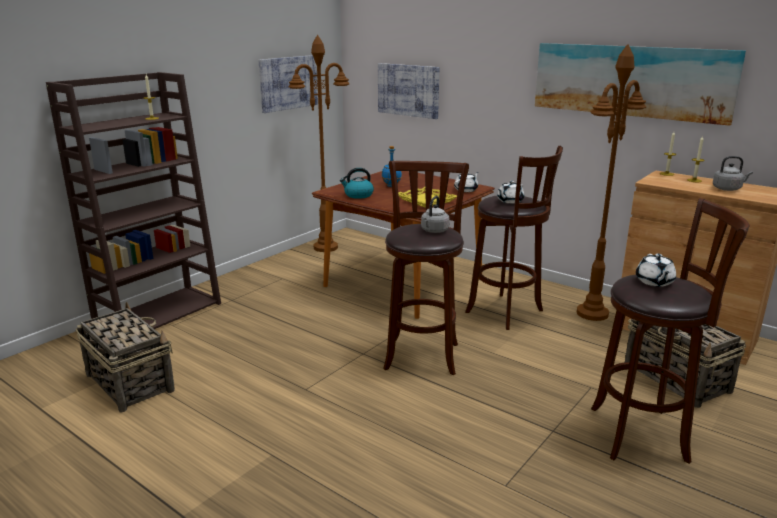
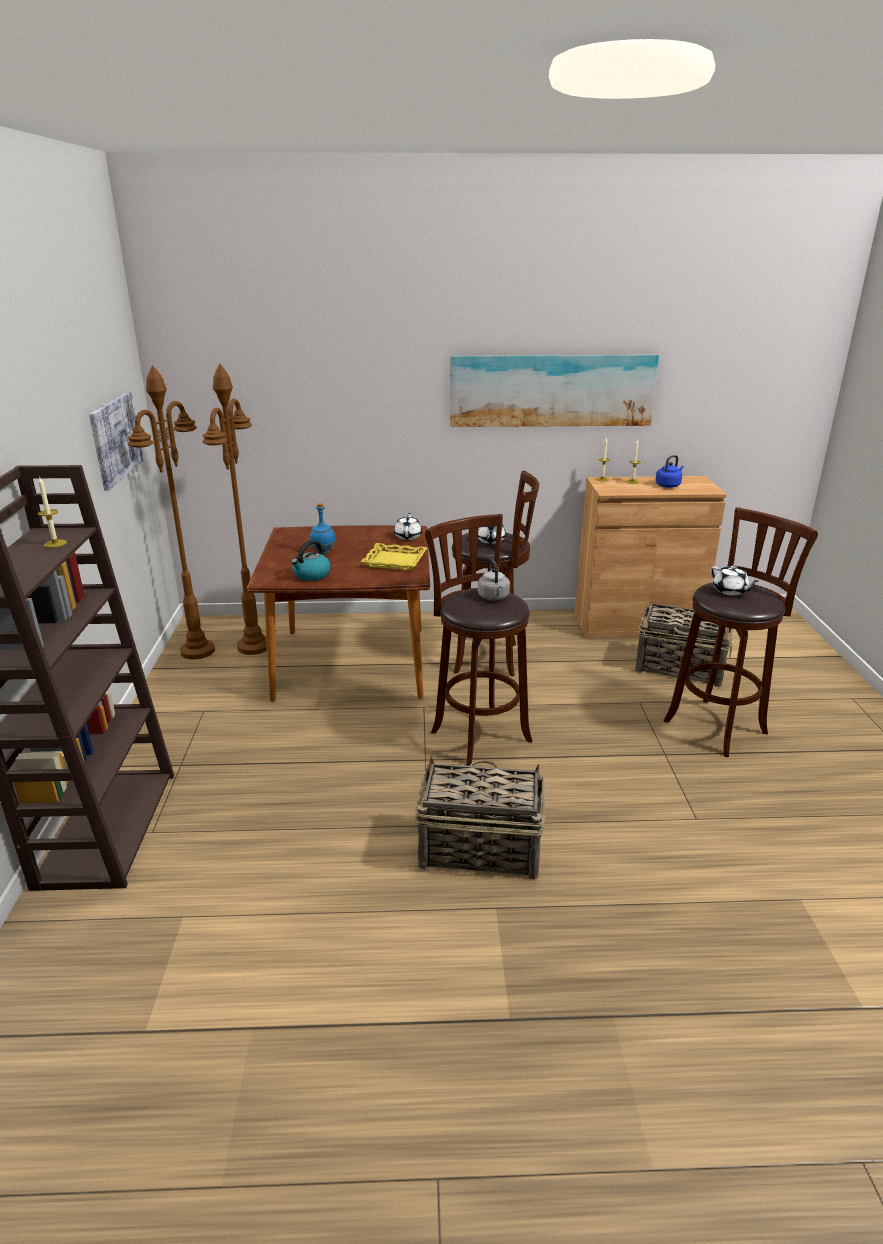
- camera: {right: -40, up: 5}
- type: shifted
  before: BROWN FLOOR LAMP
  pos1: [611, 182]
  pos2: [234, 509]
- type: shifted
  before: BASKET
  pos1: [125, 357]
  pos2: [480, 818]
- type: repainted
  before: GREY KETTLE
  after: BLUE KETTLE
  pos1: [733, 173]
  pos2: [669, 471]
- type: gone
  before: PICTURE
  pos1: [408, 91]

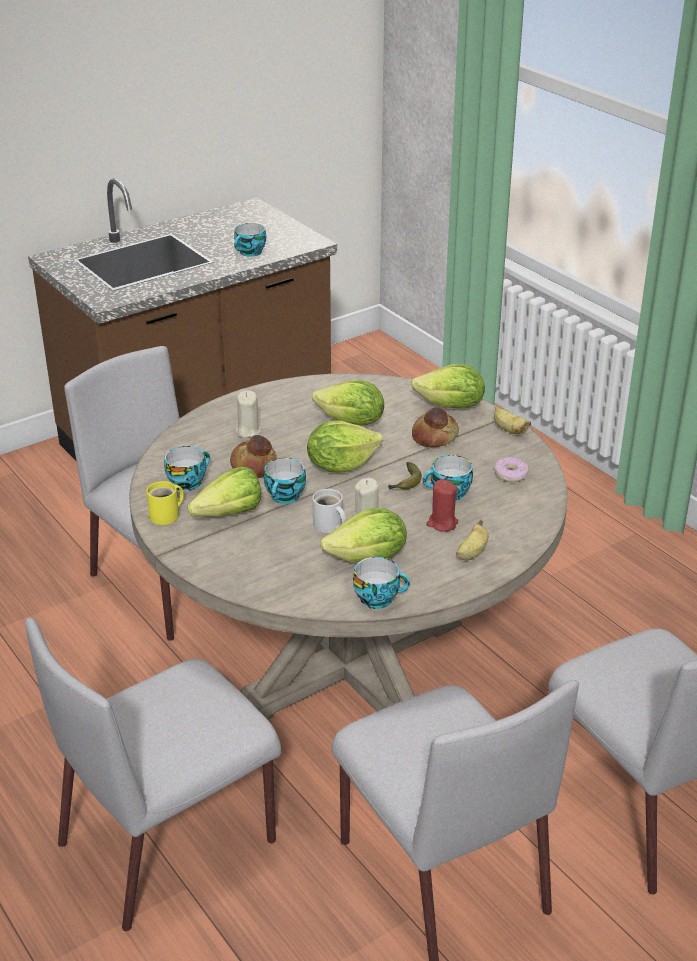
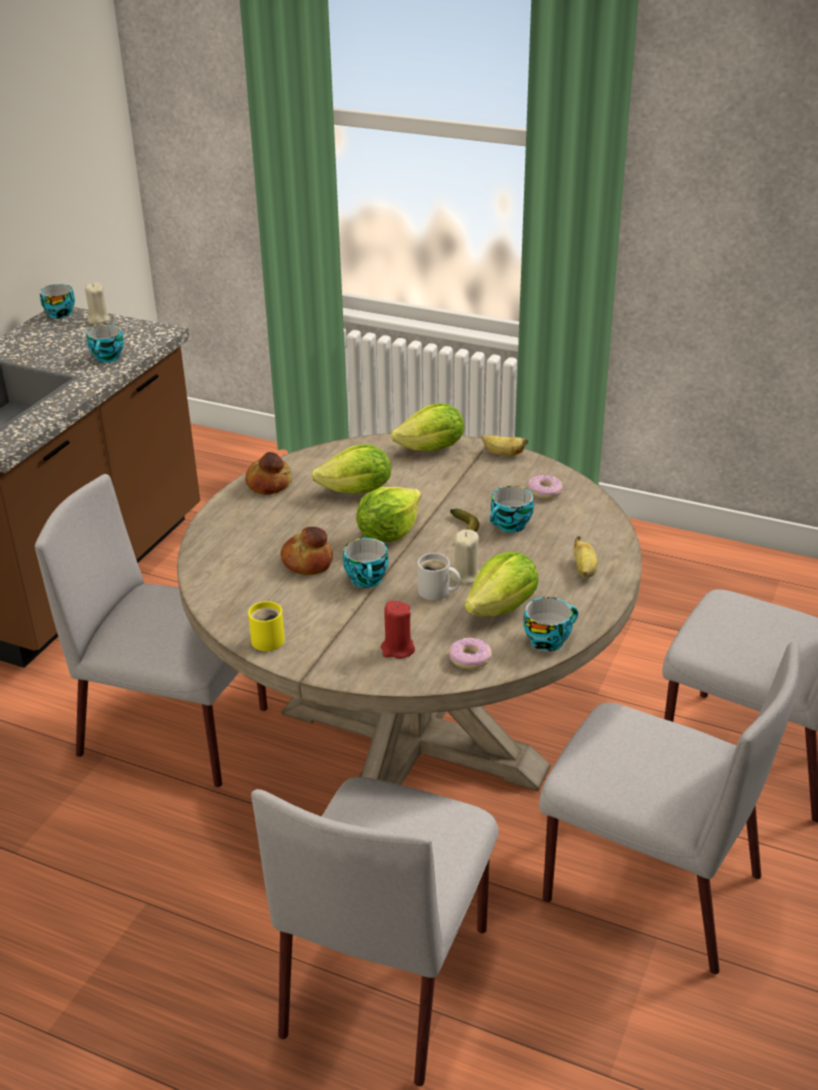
- camera: {right: -30, up: 0}
- type: shifted
  before: CUP
  pos1: [187, 468]
  pos2: [57, 301]
- type: shifted
  before: BEIGE CANDLE
  pos1: [248, 414]
  pos2: [97, 303]
- type: shifted
  before: BREAD
  pos1: [435, 427]
  pos2: [268, 473]
- type: shifted
  before: RED CANDLE
  pos1: [442, 505]
  pos2: [398, 630]
- type: new
  after: DONUT
  pos2: [470, 653]
- type: gone
  before: LETTUCE
  pos1: [224, 491]

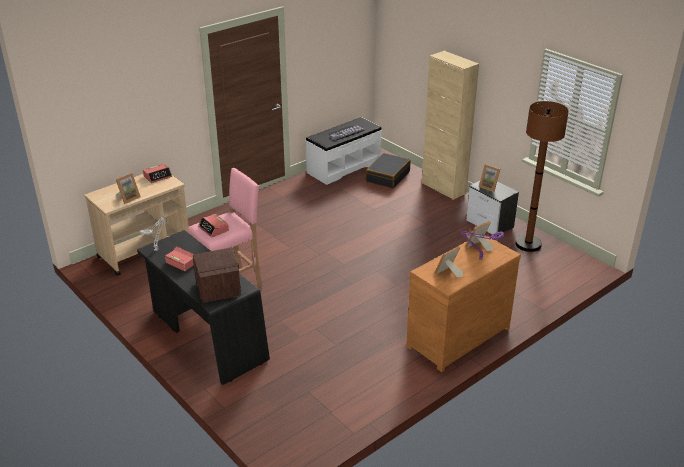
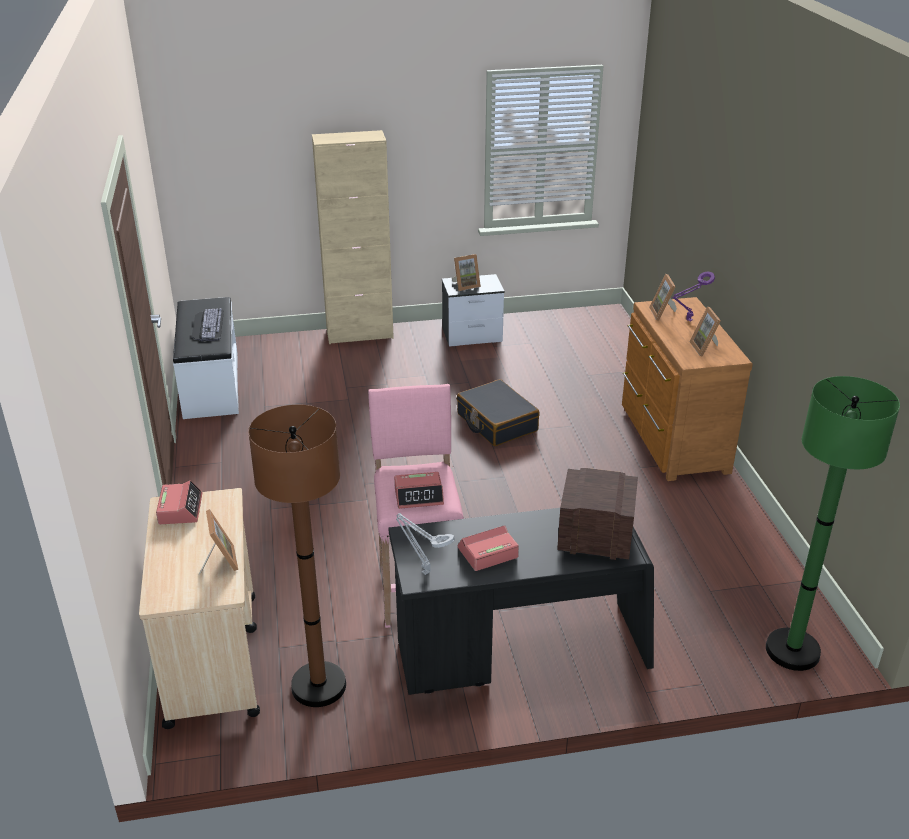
- camera: {right: -60, up: 0}
- type: shifted
  before: BROWN FLOOR LAMP
  pos1: [542, 176]
  pos2: [297, 555]
- type: shifted
  before: BLACK SUITCASE
  pos1: [388, 171]
  pos2: [498, 412]
- type: new
  after: GREEN FLOOR LAMP
  pos2: [833, 523]

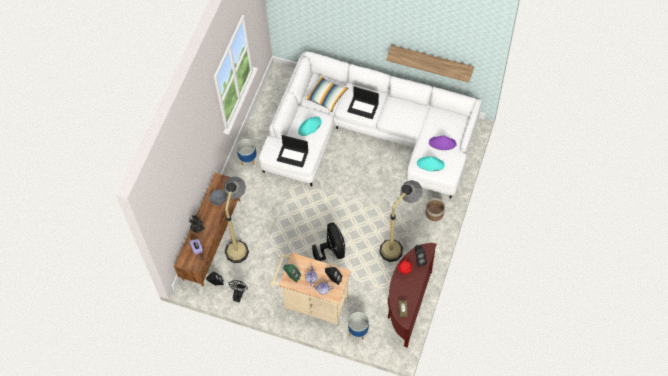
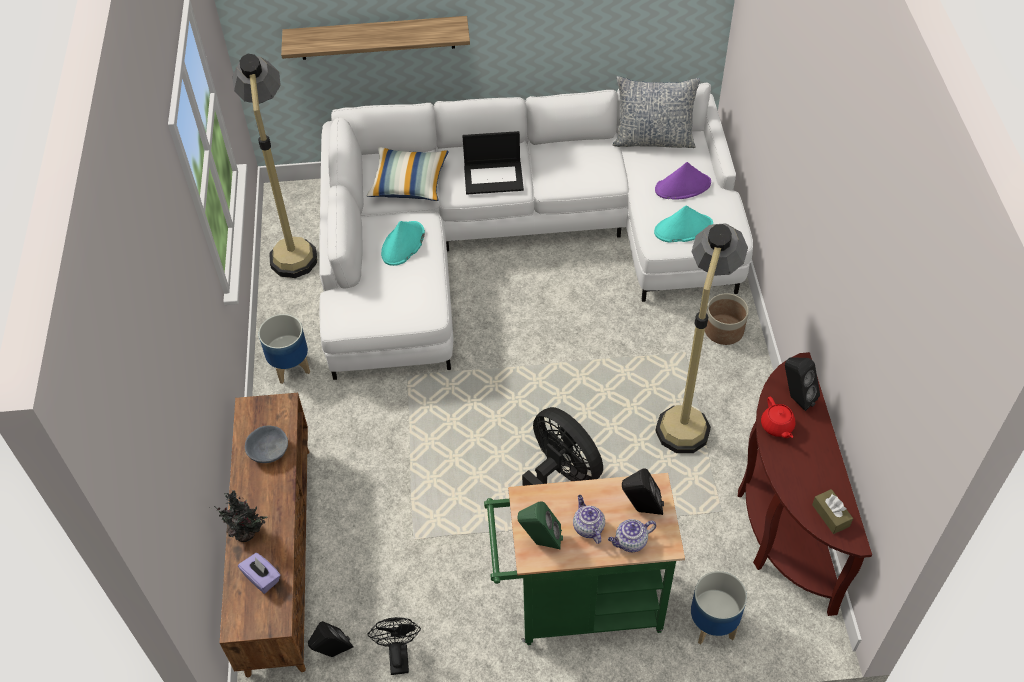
- camera: {right: -25, up: -10}
- type: shifted
  before: FLOOR LAMP
  pos1: [236, 219]
  pos2: [274, 166]
- type: shifted
  before: SHELF
  pos1: [430, 64]
  pos2: [375, 38]
- type: repainted
  before: BEIGE CART
  after: GREEN CART
  pos1: [310, 289]
  pos2: [584, 559]
- type: new
  after: PILLOW
  pos2: [656, 112]
- type: gone
  before: LAPTOP
  pos1: [292, 151]

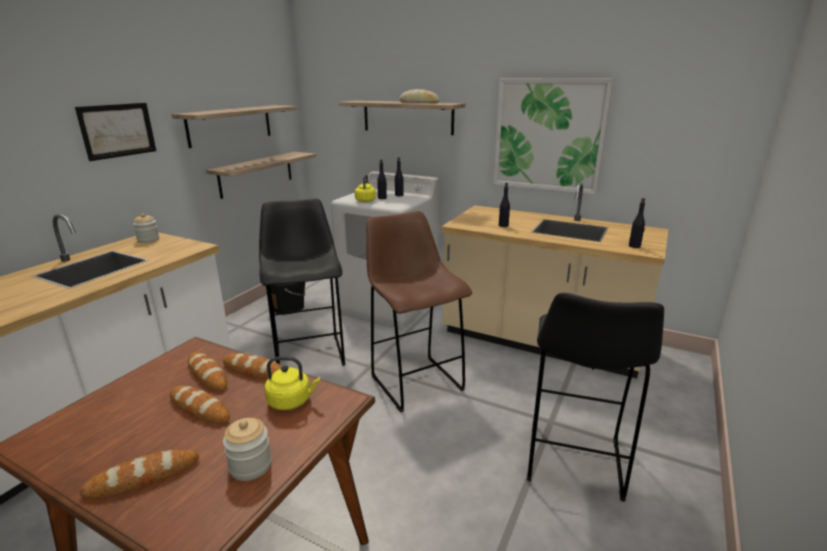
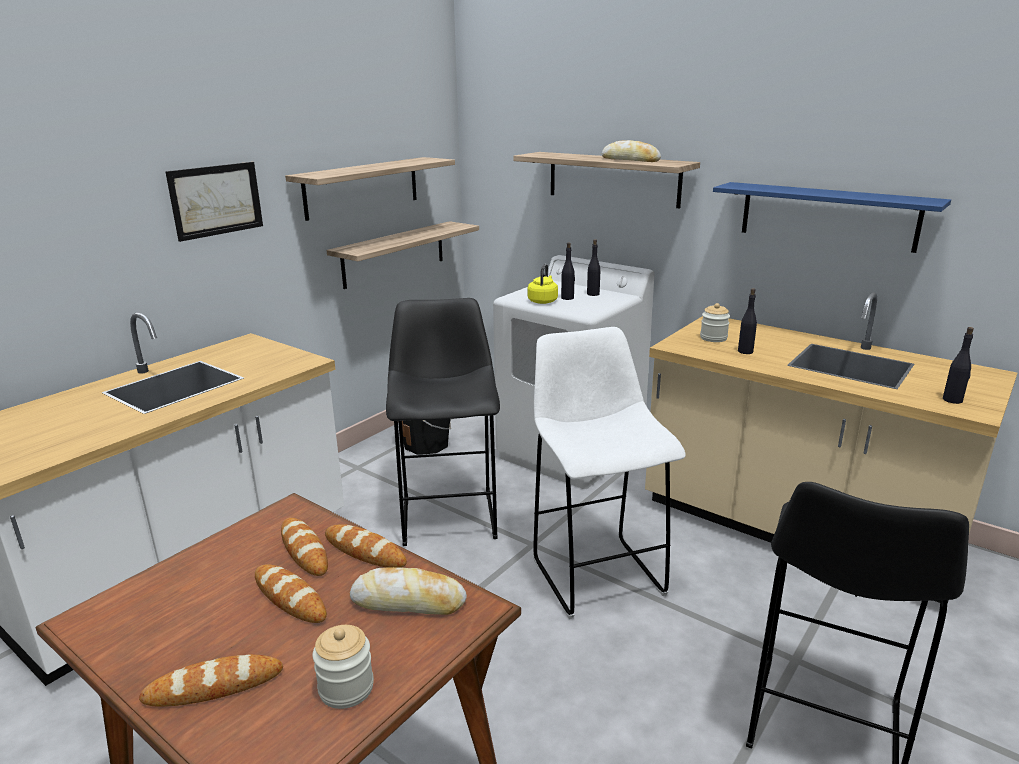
- camera: {right: 10, up: 0}
- type: swapped
  before: YELLOW KETTLE
  after: BREAD
  pos1: [292, 383]
  pos2: [408, 591]
- type: repainted
  before: BROWN STOOL
  after: WHITE STOOL
  pos1: [419, 312]
  pos2: [609, 473]
- type: shifted
  before: JAR
  pos1: [146, 228]
  pos2: [715, 322]
- type: swapped
  before: PICTURE
  after: BLUE SHELF
  pos1: [553, 137]
  pos2: [832, 217]

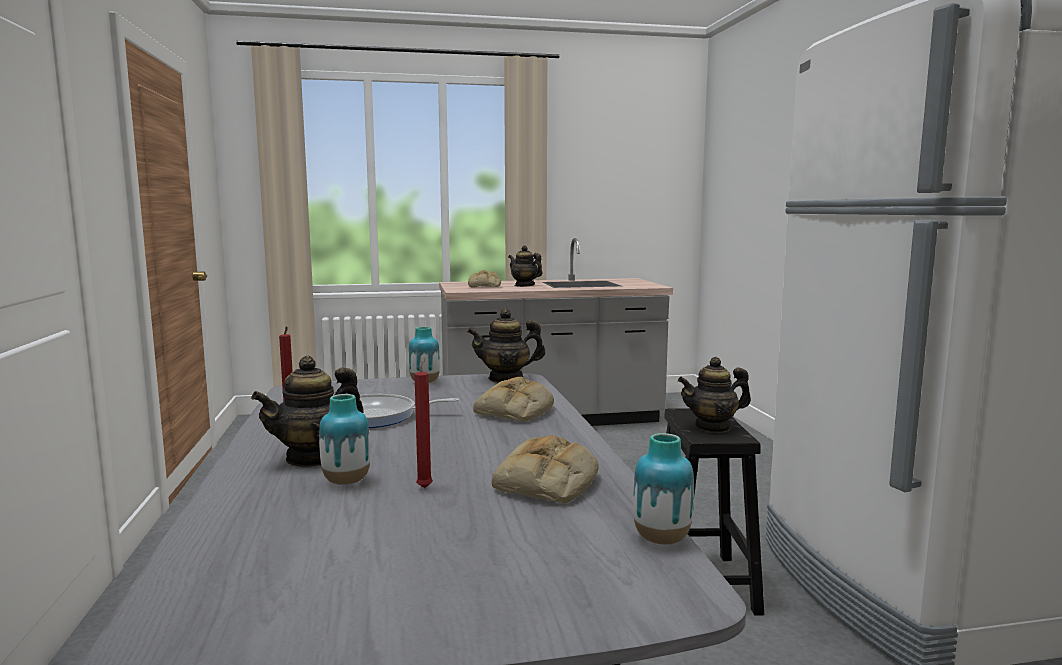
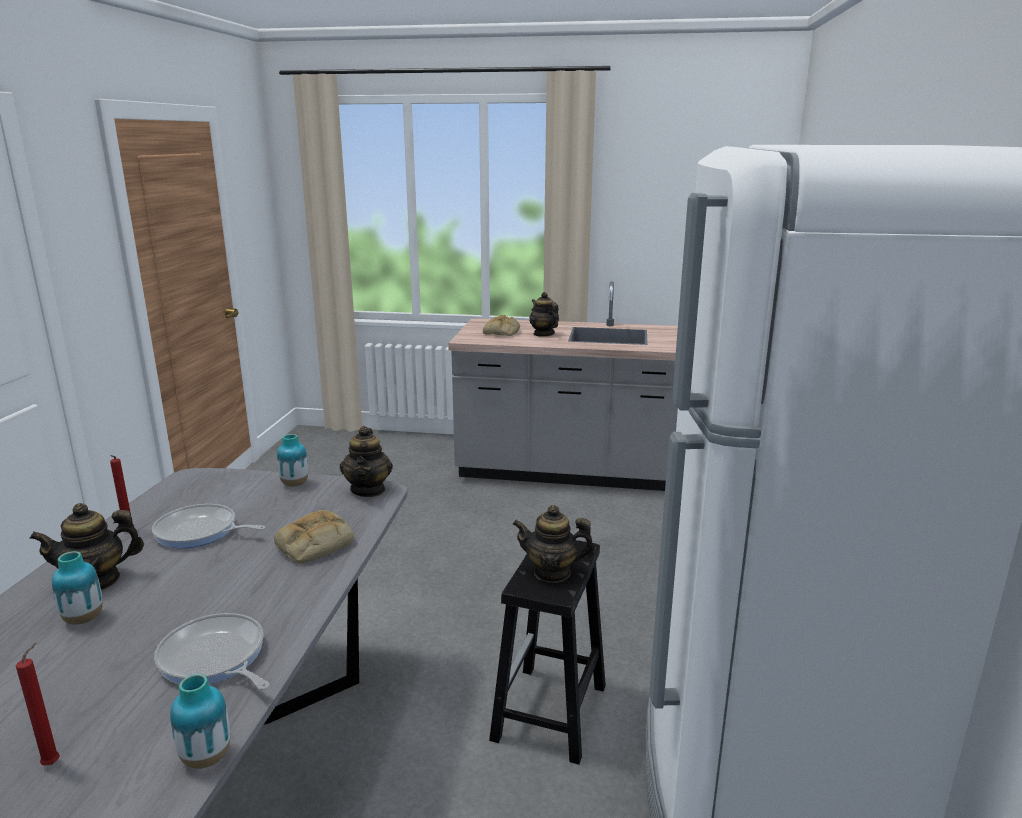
- camera: {right: 20, up: 10}
- type: shifted
  before: RED CANDLE
  pos1: [423, 422]
  pos2: [38, 704]
- type: swapped
  before: BREAD
  after: FRYING PAN
  pos1: [545, 469]
  pos2: [211, 651]
- type: rotated
  before: TEAPOT
  pos1: [506, 345]
  pos2: [366, 461]
  turn: -105

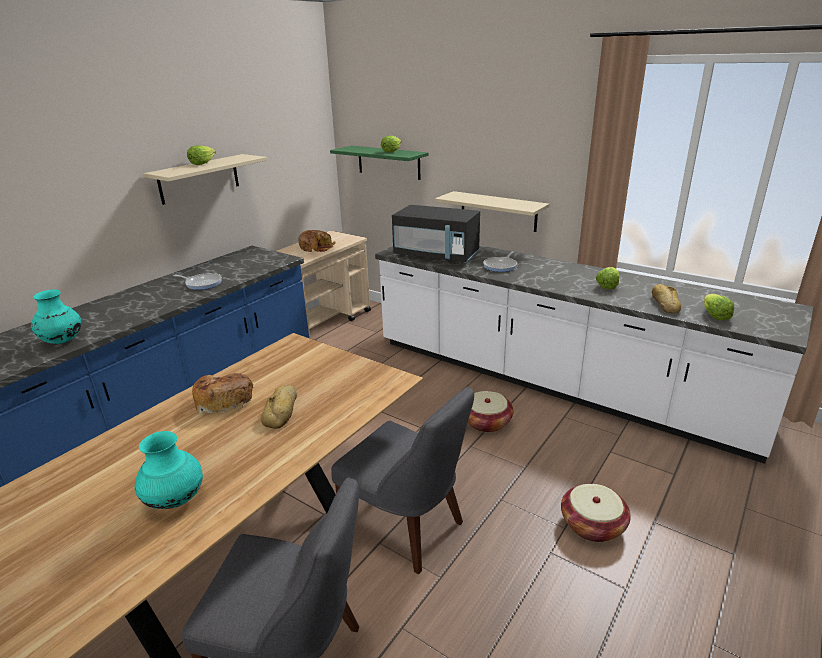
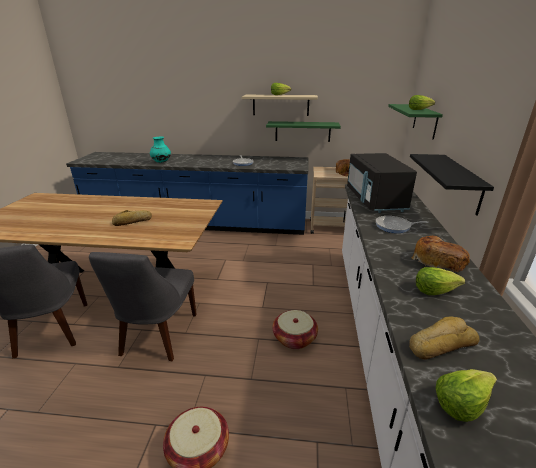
- camera: {right: 60, up: 0}
- type: new
  after: GREEN SHELF
  pos2: [303, 131]
- type: repainted
  before: BEIGE SHELF
  after: BLACK SHELF
  pos1: [492, 211]
  pos2: [452, 185]
- type: shifted
  before: BREAD
  pos1: [223, 393]
  pos2: [441, 254]
- type: gone
  before: TURQUOISE VASE
  pos1: [169, 470]

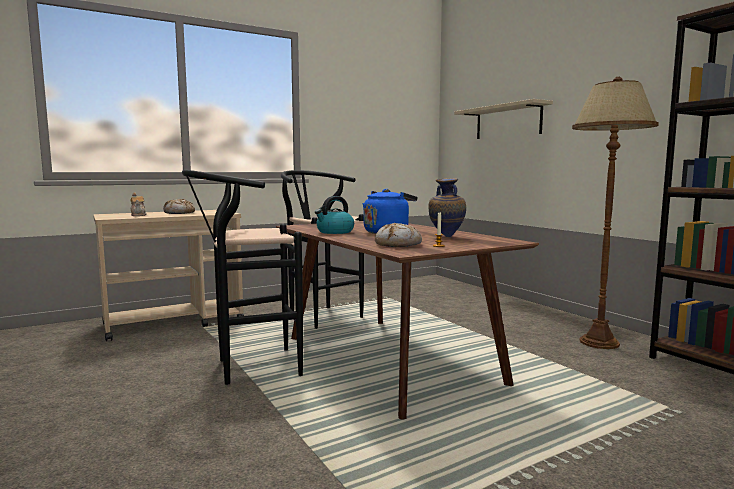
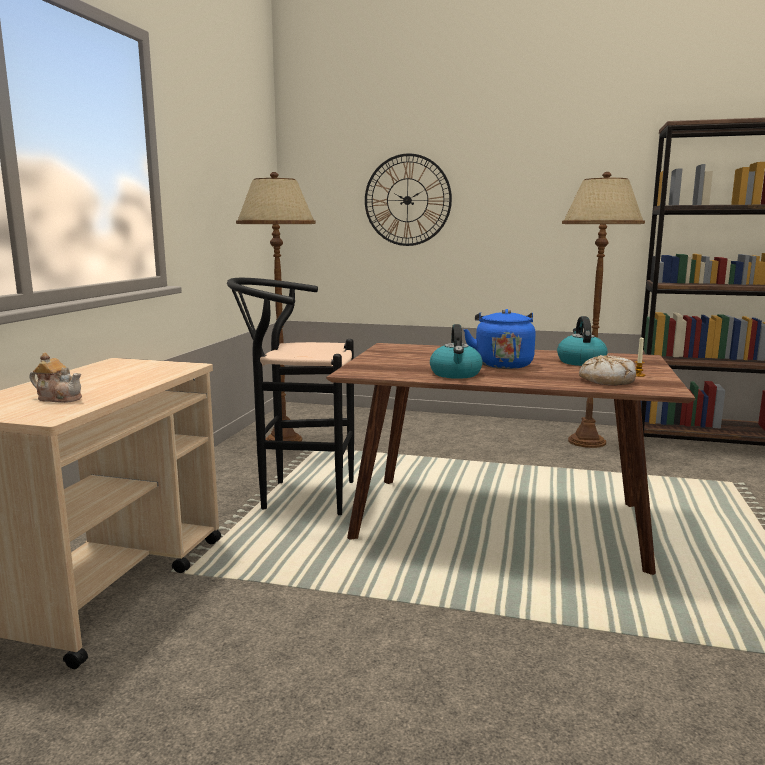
- camera: {right: -45, up: 5}
- type: new
  after: BROWN FLOOR LAMP
  pos2: [276, 306]
- type: swapped
  before: BEIGE SHELF
  after: WALL CLOCK
  pos1: [503, 119]
  pos2: [408, 199]
- type: swapped
  before: VASE
  after: KETTLE
  pos1: [447, 207]
  pos2: [582, 341]
- type: gone
  before: BREAD
  pos1: [179, 206]
- type: gone
  before: BLACK STOOL
  pos1: [242, 277]

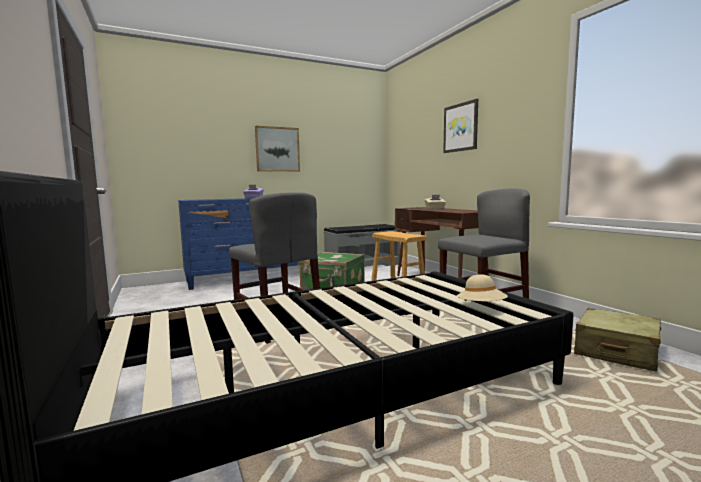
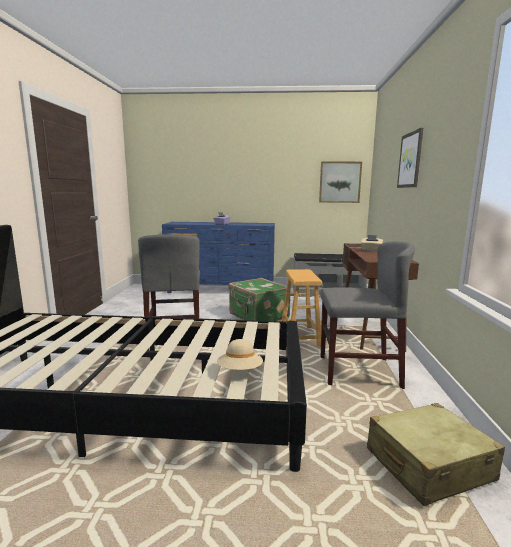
- camera: {right: 30, up: 5}
- type: shifted
  before: PICTURE
  pos1: [277, 149]
  pos2: [340, 182]

